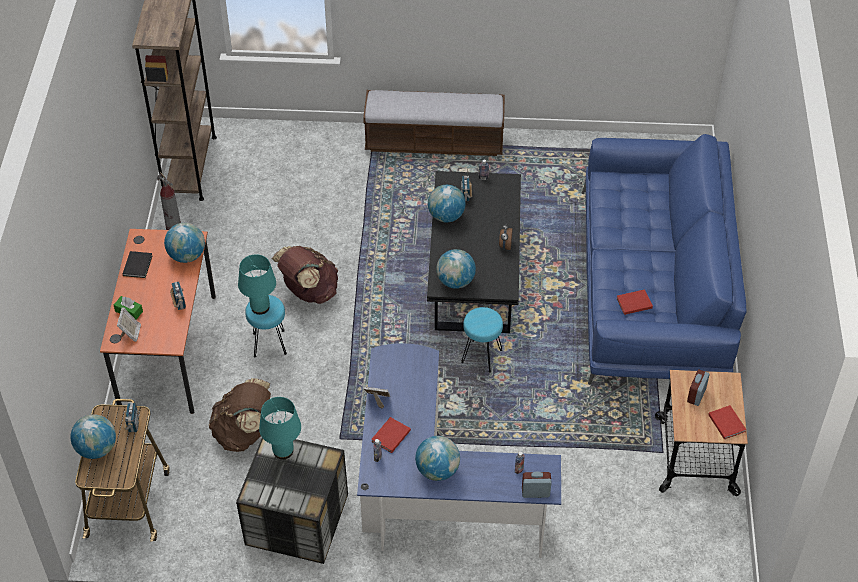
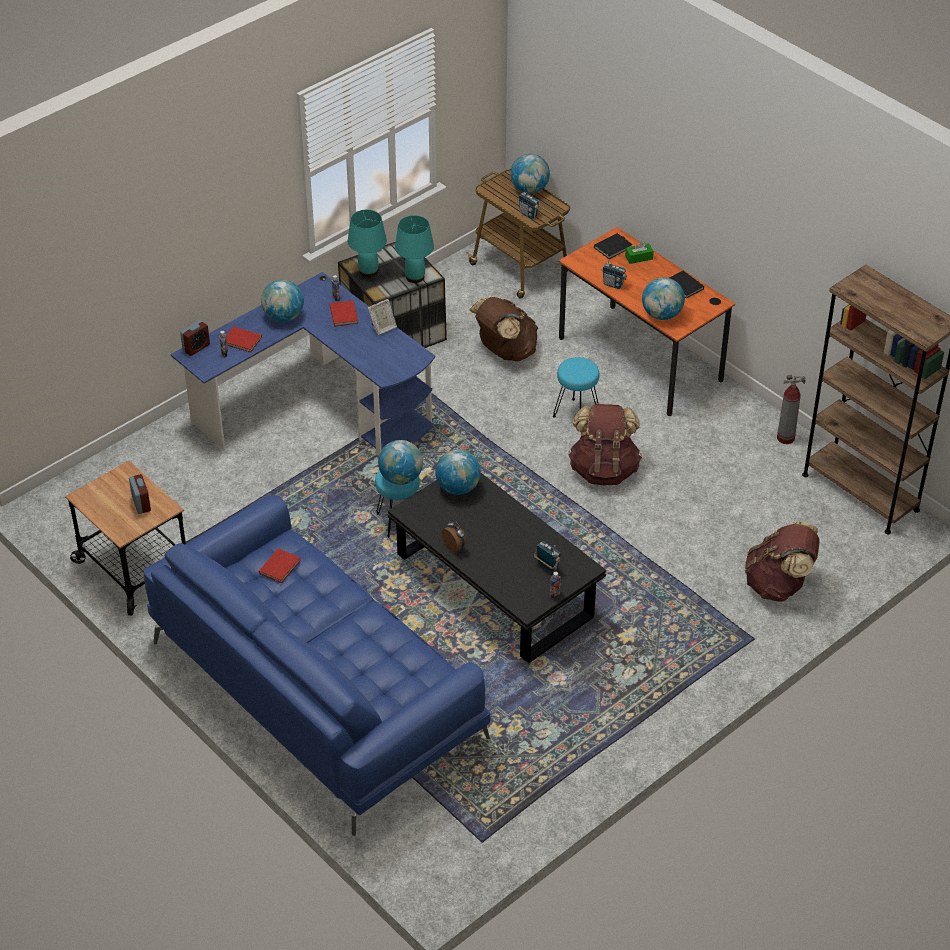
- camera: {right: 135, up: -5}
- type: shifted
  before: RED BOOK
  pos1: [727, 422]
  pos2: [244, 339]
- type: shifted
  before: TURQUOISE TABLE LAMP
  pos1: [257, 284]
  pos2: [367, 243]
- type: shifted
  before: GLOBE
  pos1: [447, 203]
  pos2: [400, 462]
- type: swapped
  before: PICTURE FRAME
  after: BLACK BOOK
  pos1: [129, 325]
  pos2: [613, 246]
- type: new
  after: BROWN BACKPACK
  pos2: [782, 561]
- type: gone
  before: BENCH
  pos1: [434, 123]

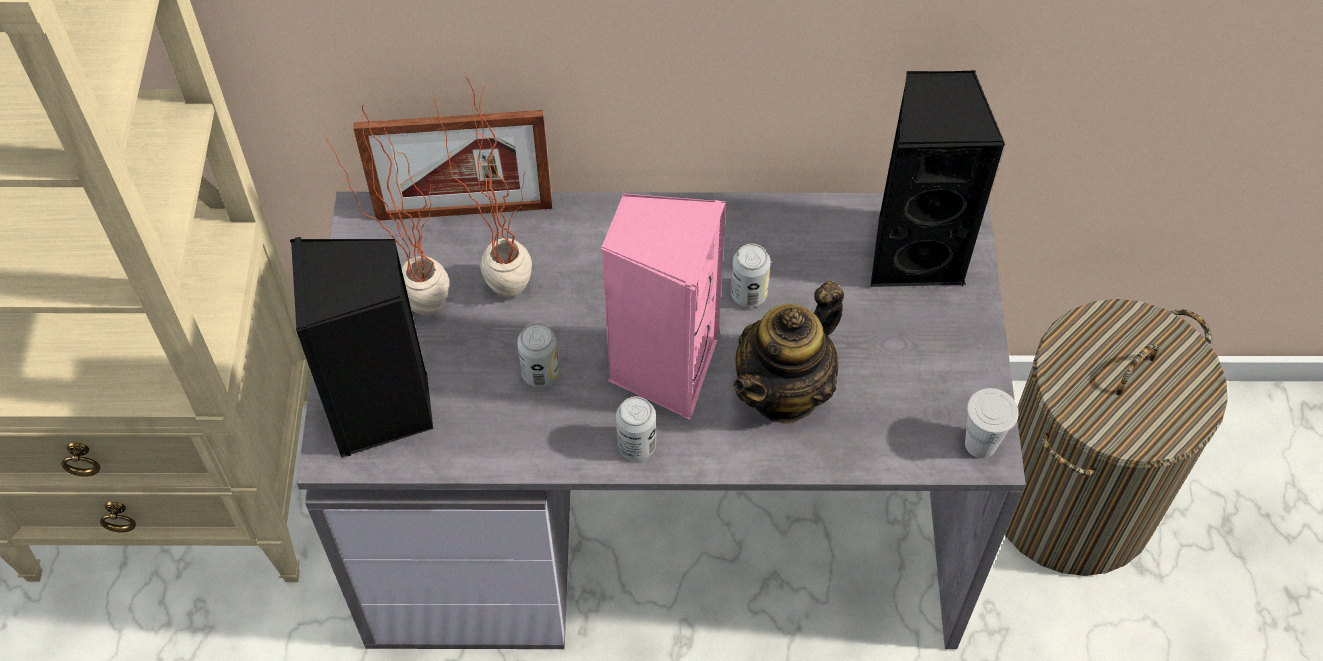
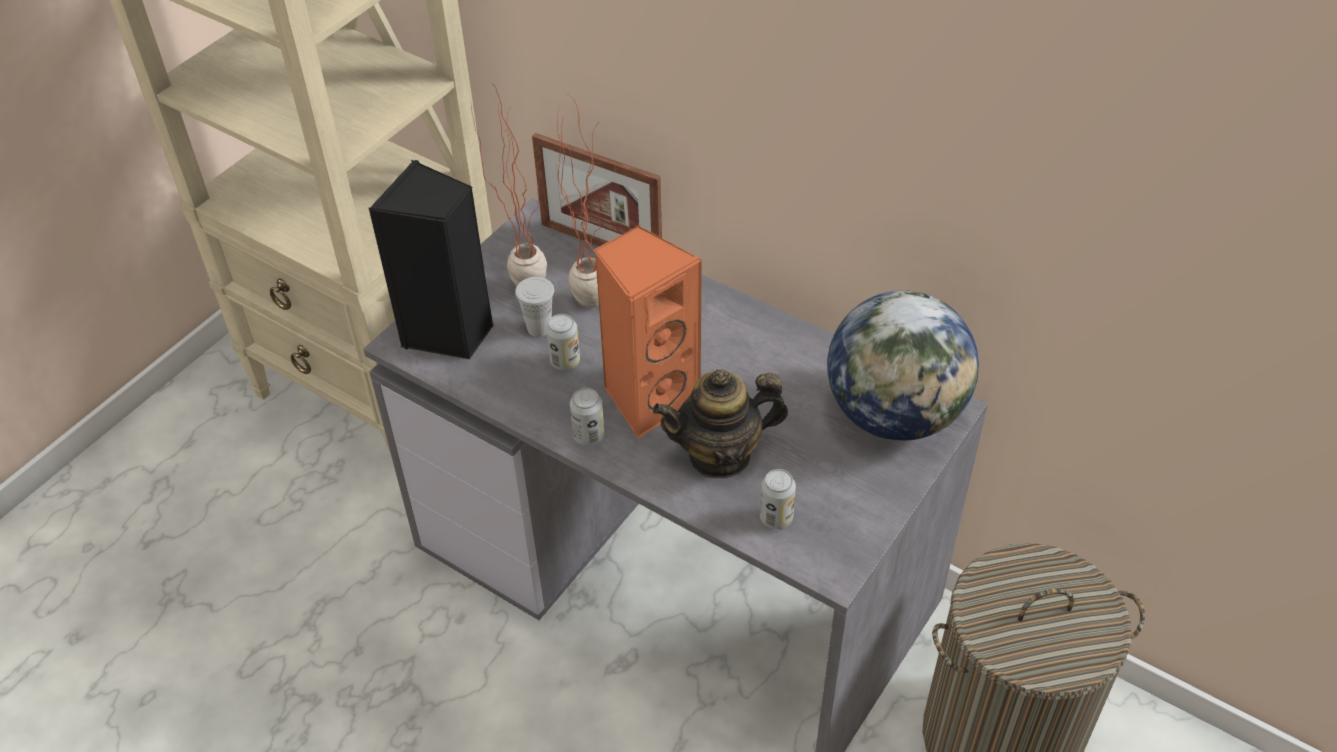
- camera: {right: 35, up: -10}
- type: shifted
  before: WHITE CUP
  pos1: [992, 423]
  pos2: [534, 307]
- type: repainted
  before: PINK SPEAKER
  after: ORANGE SPEAKER
  pos1: [663, 307]
  pos2: [648, 332]
- type: shifted
  before: CAN
  pos1: [751, 275]
  pos2: [778, 499]
- type: swapped
  before: BLACK SPEAKER
  after: GLOBE
  pos1: [937, 178]
  pos2: [903, 365]

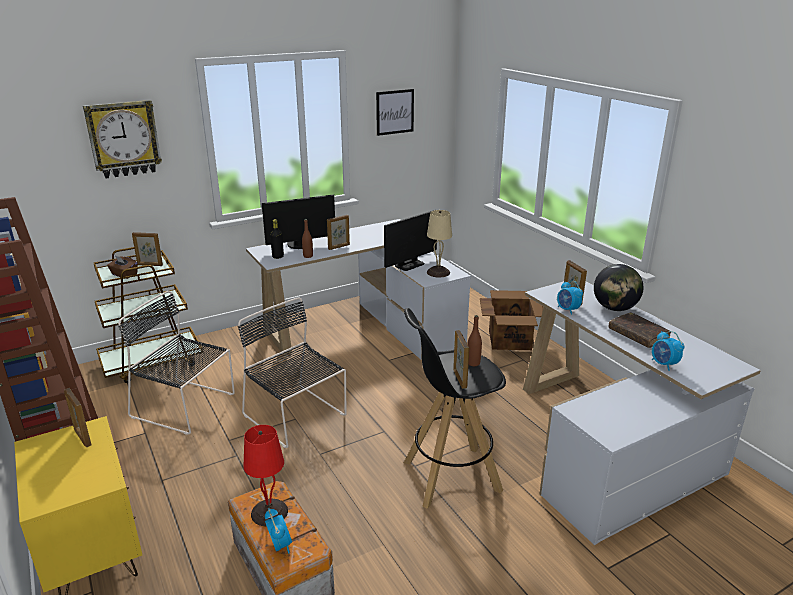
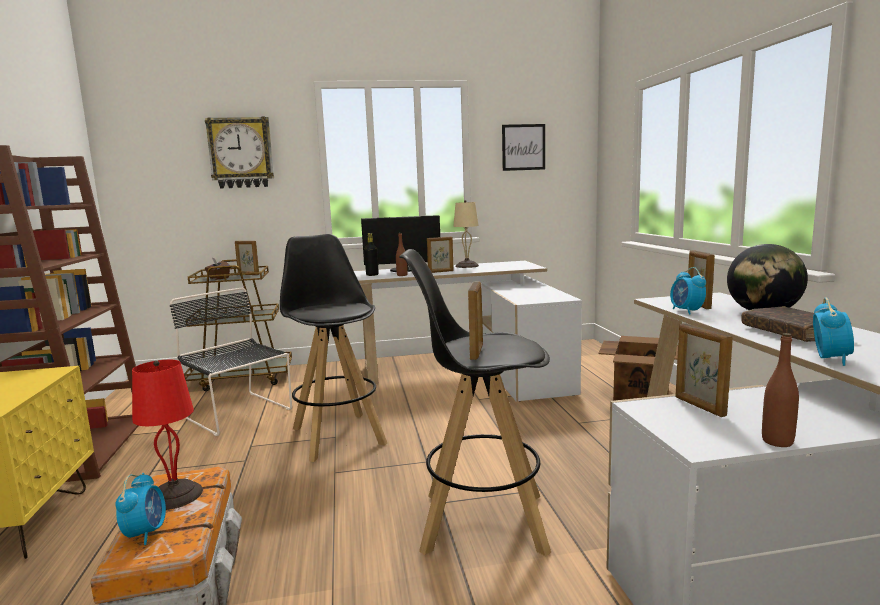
- camera: {right: 20, up: -15}
- type: swapped
  before: BLACK CHAIR
  after: BLACK STOOL
  pos1: [292, 372]
  pos2: [333, 348]
- type: shifted
  before: BEIGE TABLE LAMP
  pos1: [439, 244]
  pos2: [466, 234]
- type: shifted
  before: PICTURE FRAME
  pos1: [78, 417]
  pos2: [704, 370]
- type: shifted
  before: BROWN BOTTLE
  pos1: [475, 340]
  pos2: [780, 390]
- type: rotated
  before: ALARM CLOCK
  pos1: [668, 351]
  pos2: [833, 331]
  turn: -150
- type: gone
  before: MONITOR
  pos1: [410, 240]

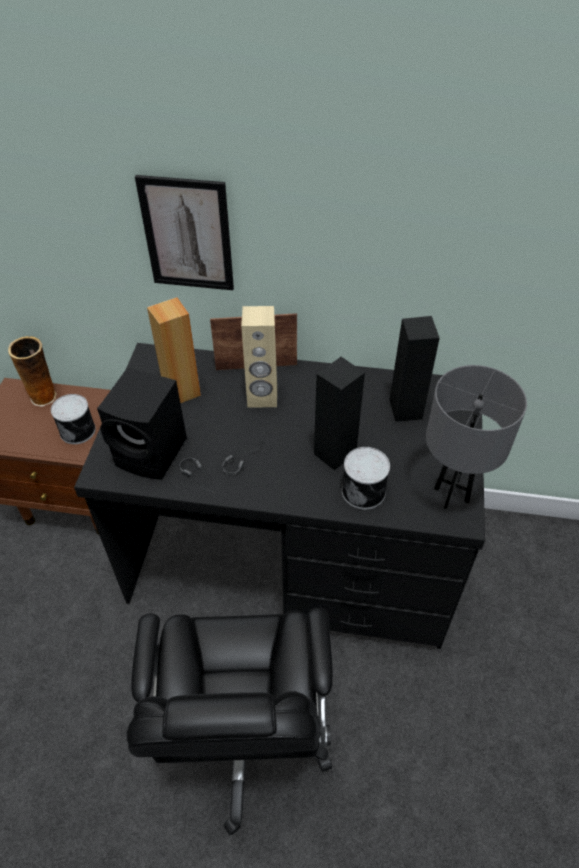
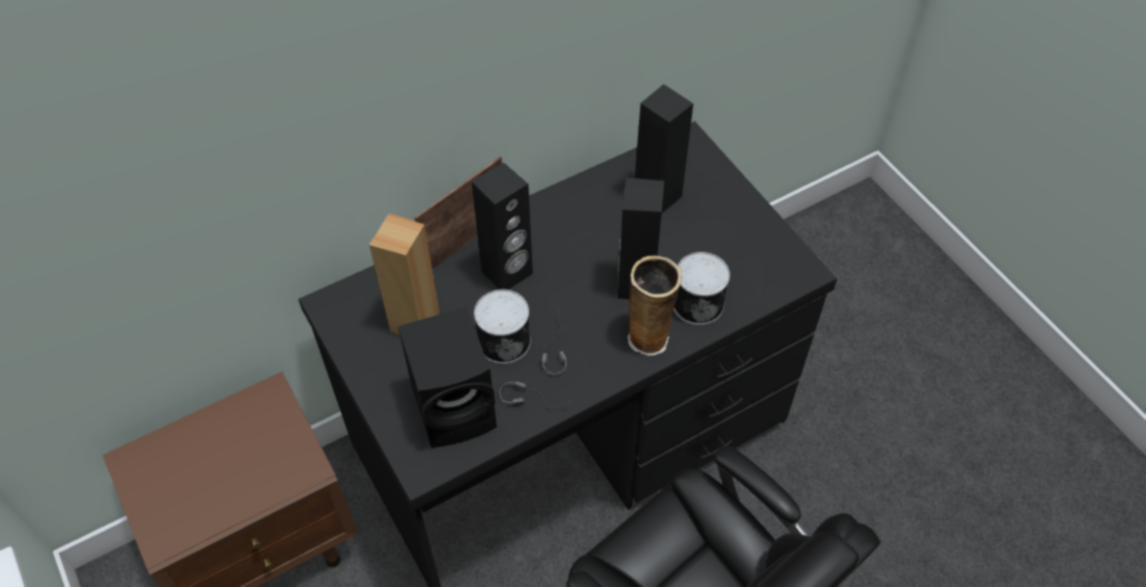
- camera: {right: -40, up: 5}
- type: repainted
  before: BEIGE SPEAKER
  after: BLACK SPEAKER
  pos1: [259, 356]
  pos2: [502, 226]
- type: shifted
  before: CAN
  pos1: [73, 419]
  pos2: [502, 326]
- type: shifted
  before: VASE
  pos1: [32, 371]
  pos2: [655, 306]
- type: gone
  before: PICTURE
  pos1: [184, 232]
- type: gone
  before: GREY TABLE LAMP
  pos1: [476, 437]

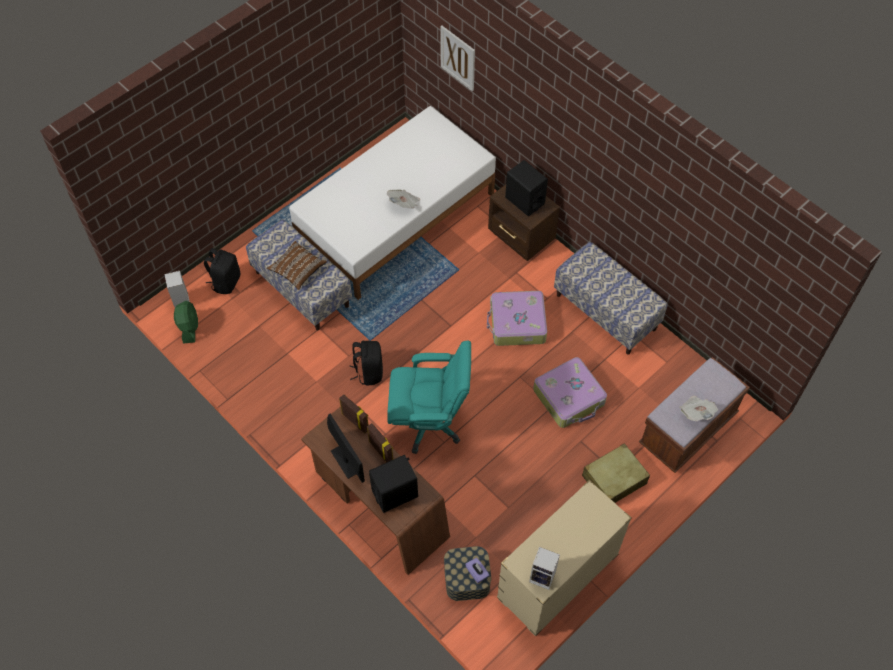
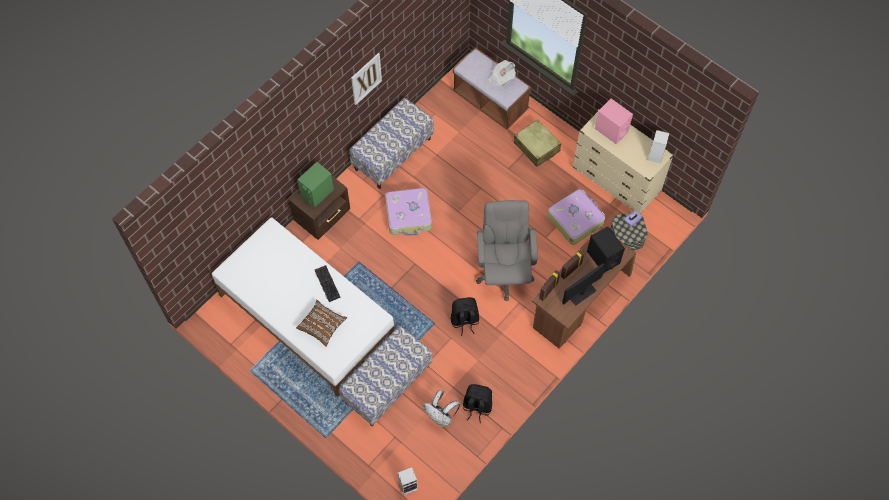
- camera: {right: -95, up: 5}
- type: shifted
  before: BROWN PILLOW
  pos1: [297, 265]
  pos2: [321, 323]
- type: repainted
  before: BLACK SPEAKER
  after: GREEN SPEAKER
  pos1: [526, 188]
  pos2: [315, 184]
- type: swapped
  before: NEWSPAPER
  after: KEYBOARD
  pos1: [403, 199]
  pos2: [328, 283]
- type: shifted
  before: PICTURE
  pos1: [457, 58]
  pos2: [366, 79]
- type: new
  after: WHITE BACKPACK
  pos2: [441, 408]
- type: shifted
  before: BLACK BACKPACK
  pos1: [222, 271]
  pos2: [477, 403]
- type: repainted
  before: TURQUOISE OFFICE CHAIR
  after: GREY OFFICE CHAIR
  pos1: [429, 397]
  pos2: [507, 250]
- type: shifted
  before: SUITCASE
  pos1: [570, 392]
  pos2: [576, 217]
- type: new
  after: PINK SPEAKER
  pos2: [614, 121]
- type: gone
  before: GREEN FAN
  pos1: [186, 322]

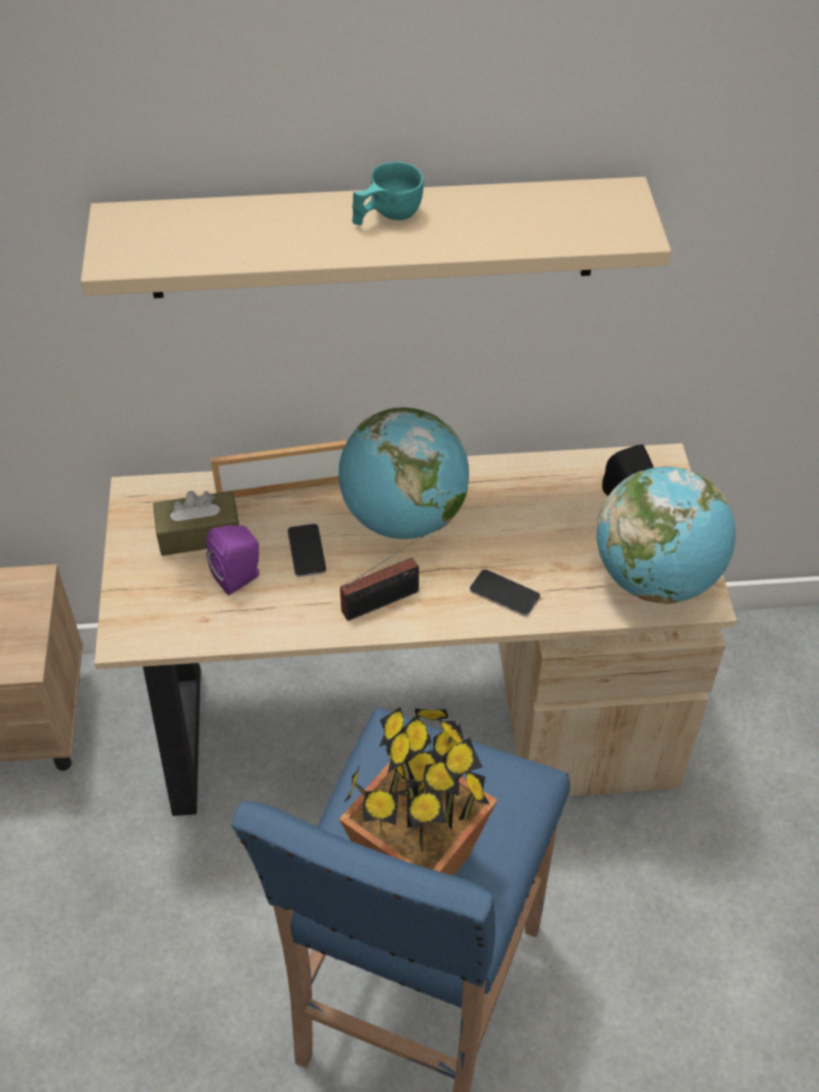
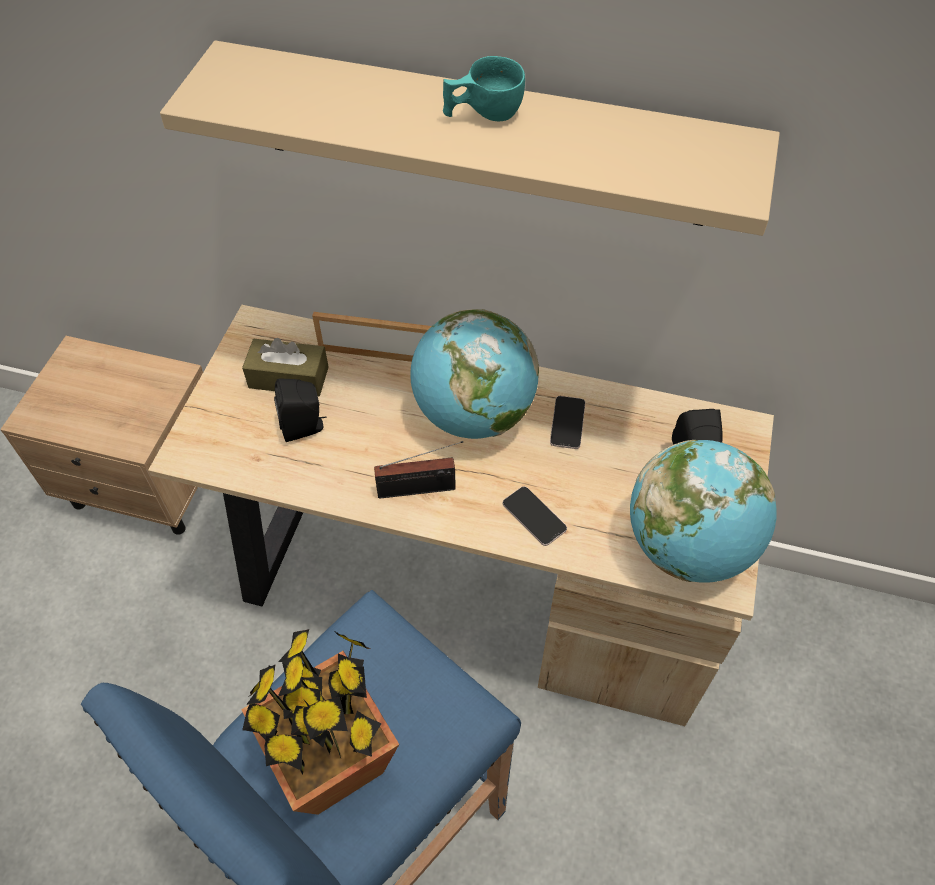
- camera: {right: 20, up: 5}
- type: repainted
  before: PURPLE SPEAKER
  after: BLACK SPEAKER
  pos1: [232, 560]
  pos2: [300, 410]
- type: shifted
  before: PHONE
  pos1: [307, 550]
  pos2: [567, 422]

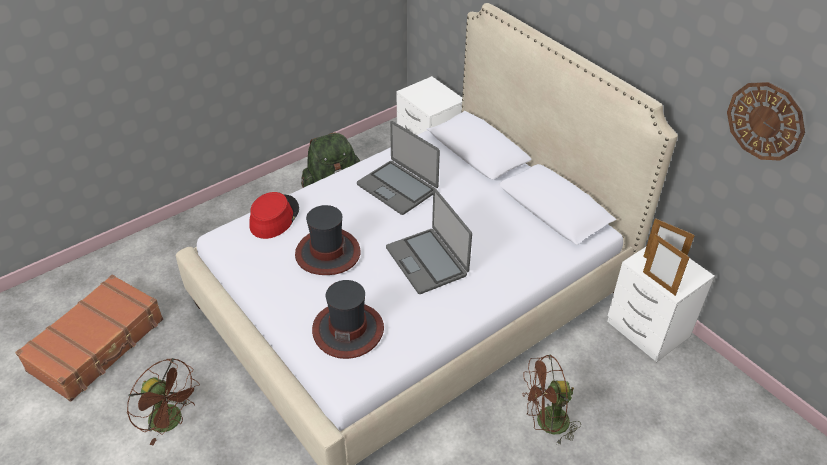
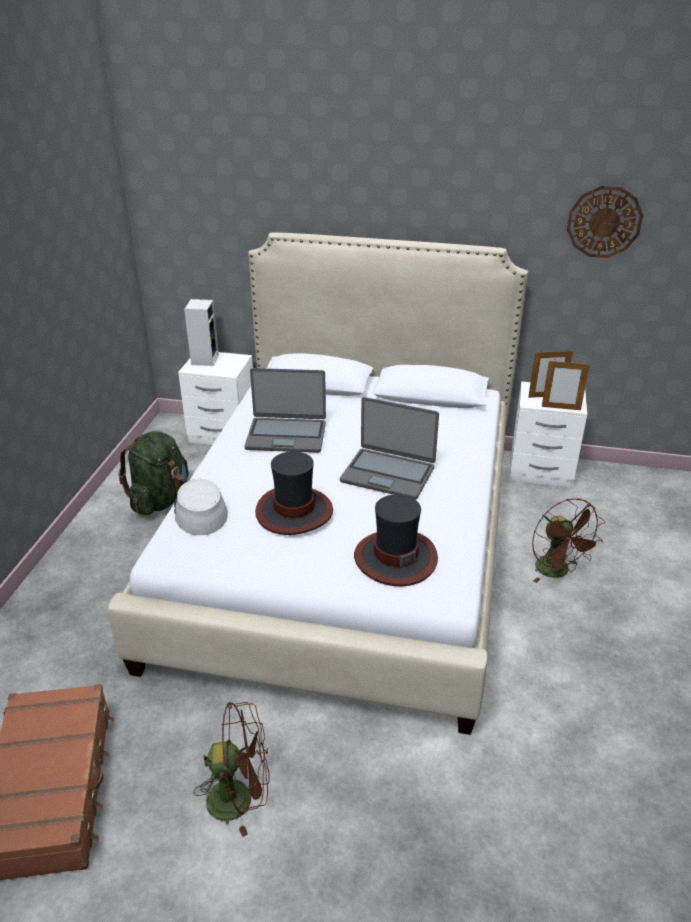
- camera: {right: -40, up: -10}
- type: repainted
  before: RED HAT
  after: GREY HAT
  pos1: [274, 215]
  pos2: [201, 507]
- type: new
  after: SPEAKER
  pos2: [201, 332]
- type: rotated
  before: BROWN FAN
  pos1: [551, 400]
  pos2: [568, 540]
  turn: -60

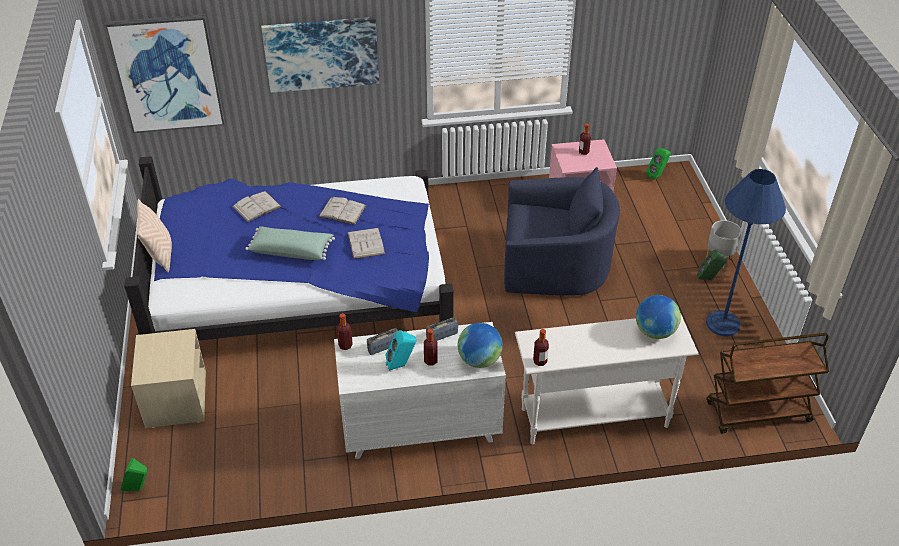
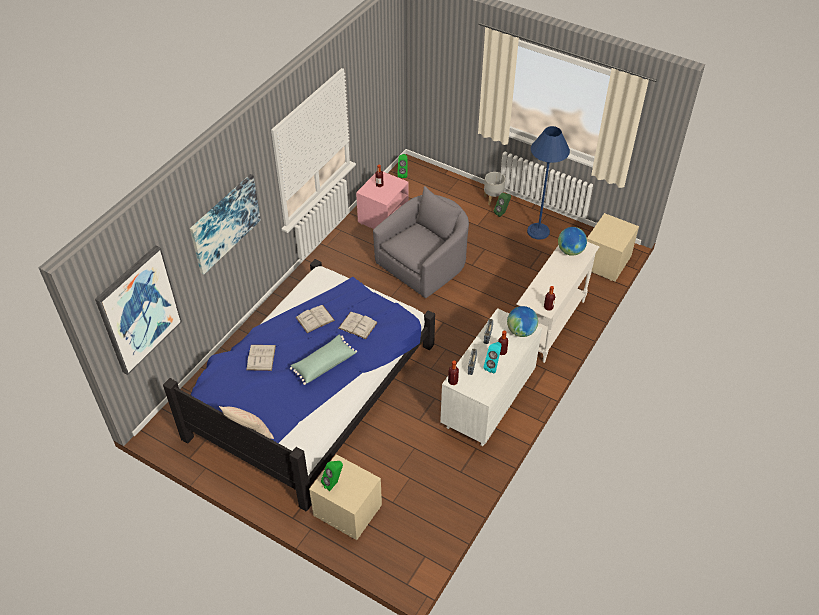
- camera: {right: -50, up: 5}
- type: shifted
  before: GREEN SPEAKER
  pos1: [134, 474]
  pos2: [332, 476]
- type: repainted
  before: BLUE ARMCHAIR
  after: GREY ARMCHAIR
  pos1: [562, 231]
  pos2: [421, 242]
- type: swapped
  before: BROWN CART
  after: BEIGE NIGHTSTAND
  pos1: [767, 383]
  pos2: [613, 247]

